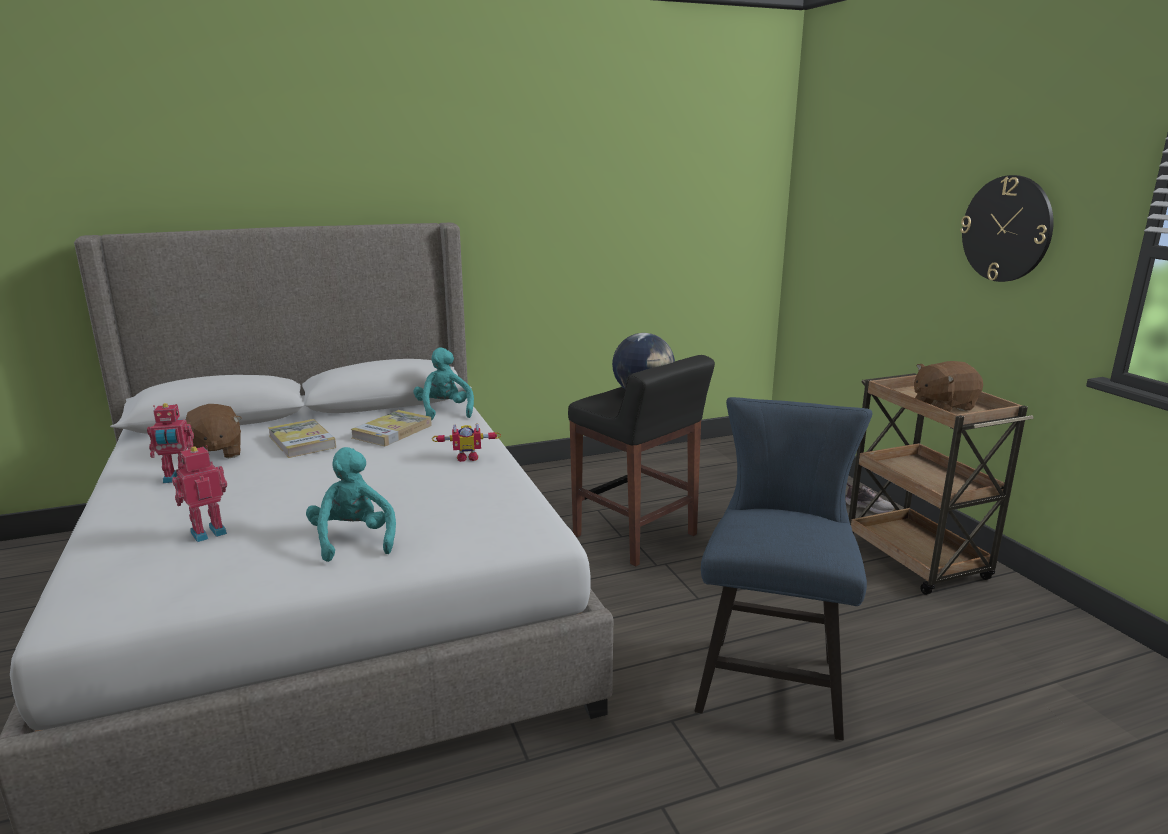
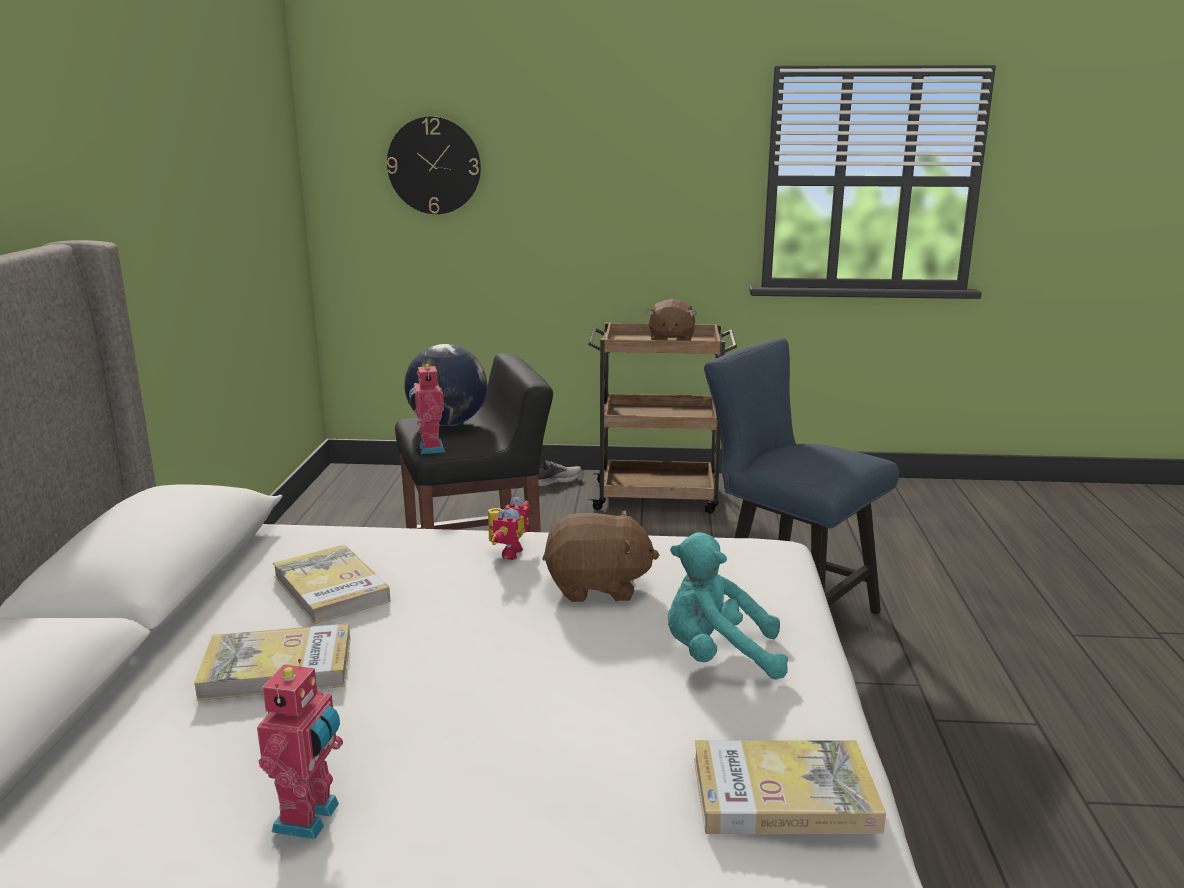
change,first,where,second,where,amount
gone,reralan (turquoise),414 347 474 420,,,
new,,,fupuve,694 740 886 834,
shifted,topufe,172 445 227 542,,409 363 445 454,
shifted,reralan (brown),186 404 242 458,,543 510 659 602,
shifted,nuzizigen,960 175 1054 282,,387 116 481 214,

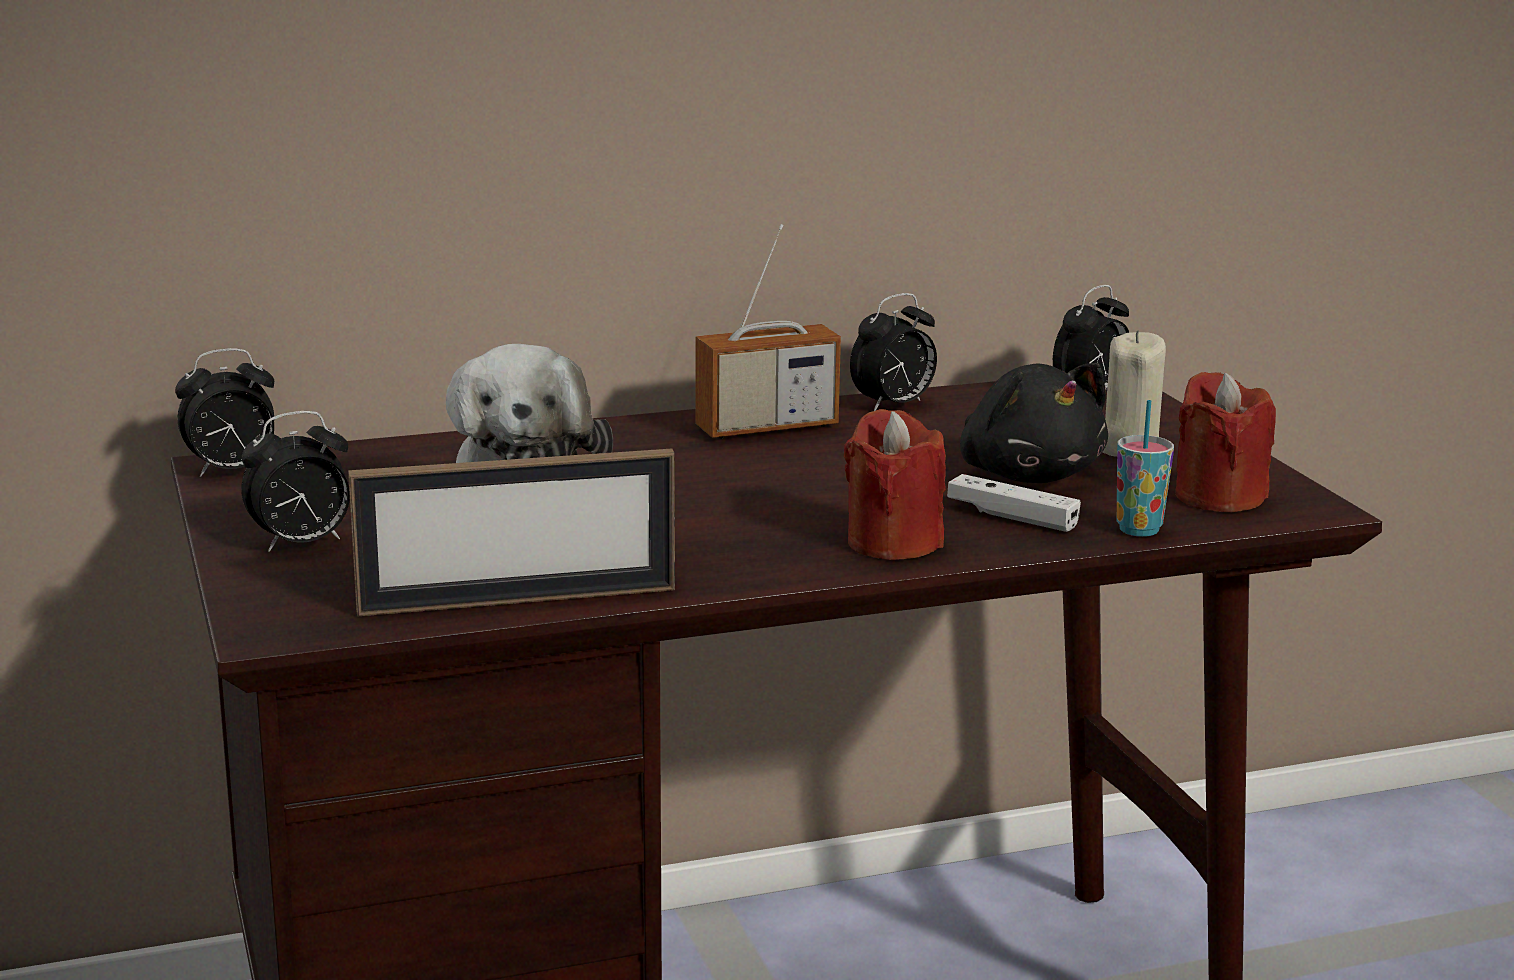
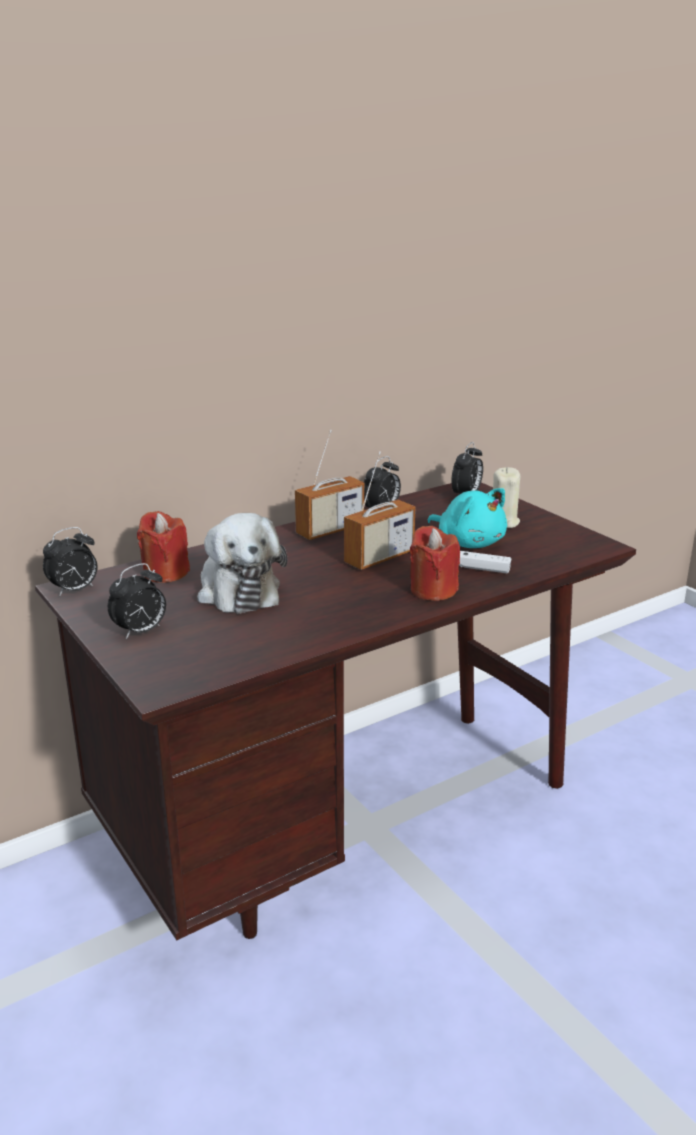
change,first,where,second,where,amount
gone,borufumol,348 449 675 617,,,
gone,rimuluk,1117 400 1174 537,,,
new,,,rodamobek,344 451 415 570,
shifted,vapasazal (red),1175 372 1276 512,,137 511 190 583,
repainted,reralan (black),960 363 1108 483,reralan (turquoise),427 488 507 548,

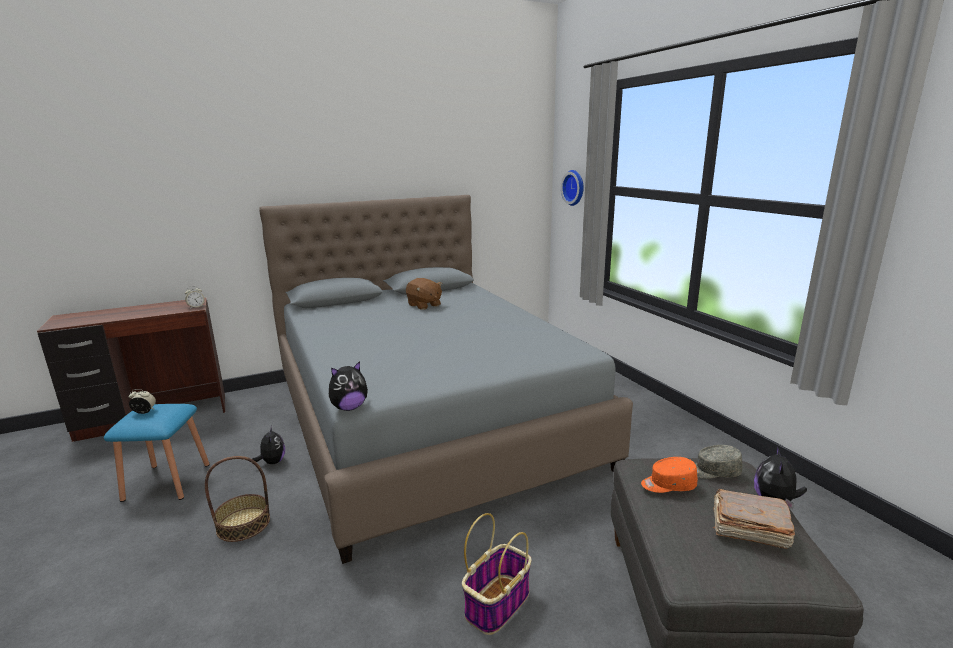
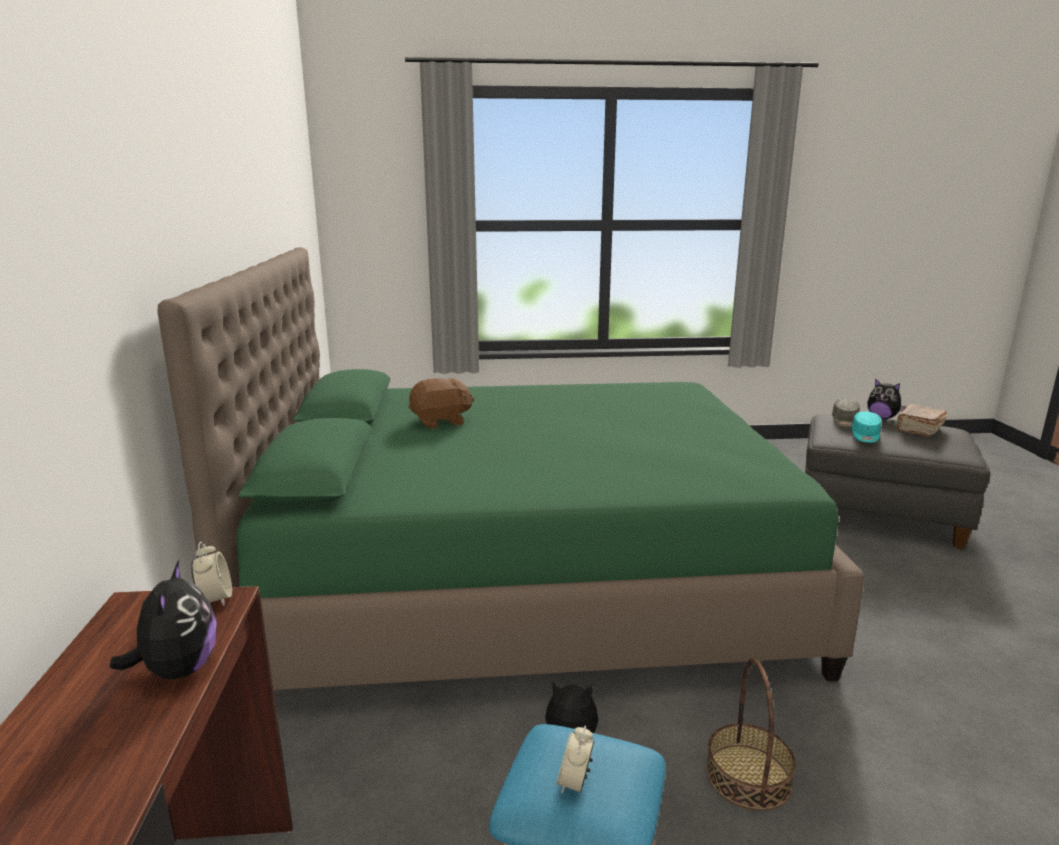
change,first,where,second,where,amount
gone,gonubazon,462 513 531 635,,,
gone,nuzizigen,561 170 584 206,,,
shifted,reralan,329 361 368 411,,110 560 217 679,
repainted,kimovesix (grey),259 195 633 564,kimovesix (green),157 247 864 690,
repainted,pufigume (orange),641 457 698 493,pufigume (turquoise),852 411 881 443,

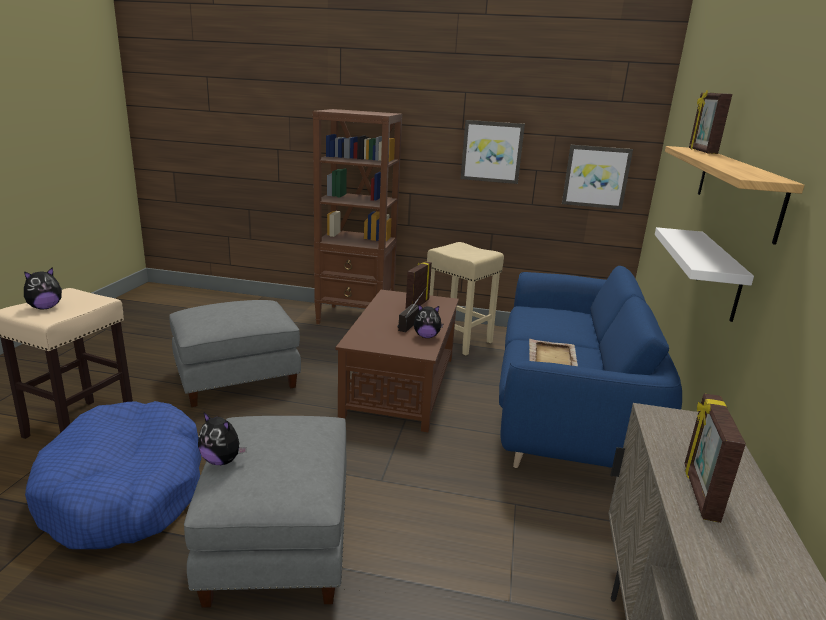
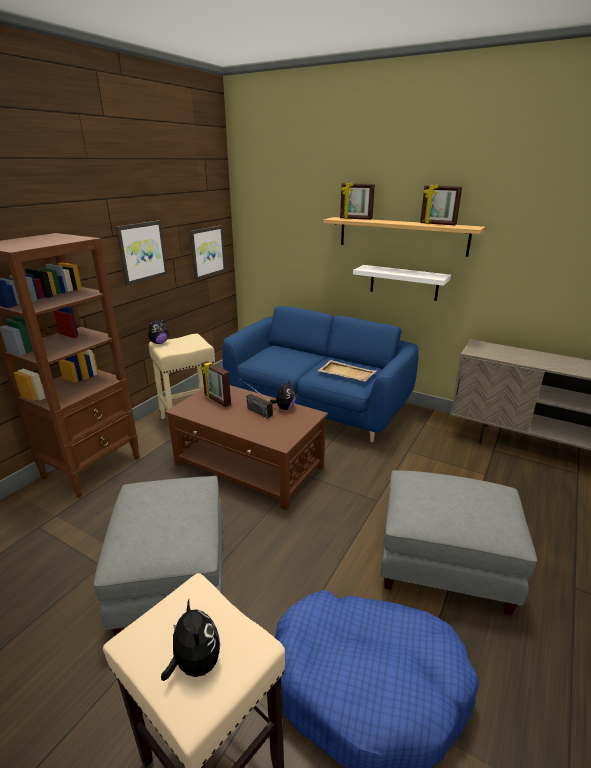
change,first,where,second,where,amount
shifted,reralan,198 412 247 465,,147 318 168 344,
shifted,borufumol,684 393 746 523,,420 184 462 225,

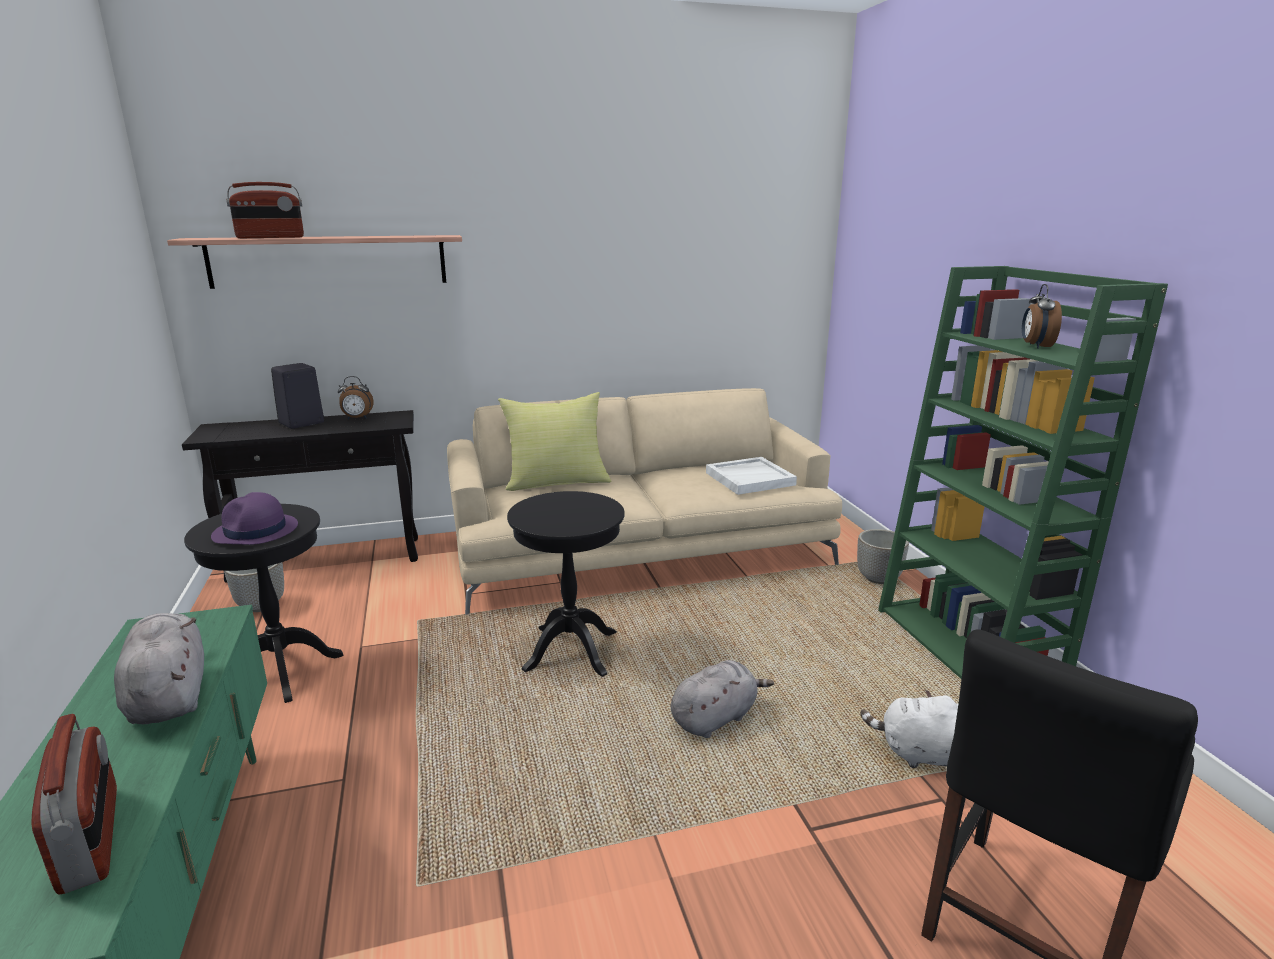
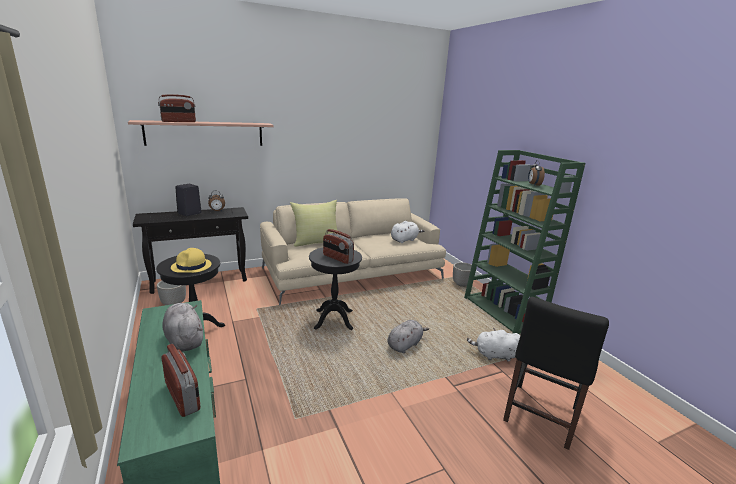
change,first,where,second,where,amount
new,,,rodamobek,323 229 354 264,
swapped,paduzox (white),706 457 797 495,reralan (white),391 221 424 243,
repainted,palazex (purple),211 492 298 545,palazex (yellow),171 248 212 273,

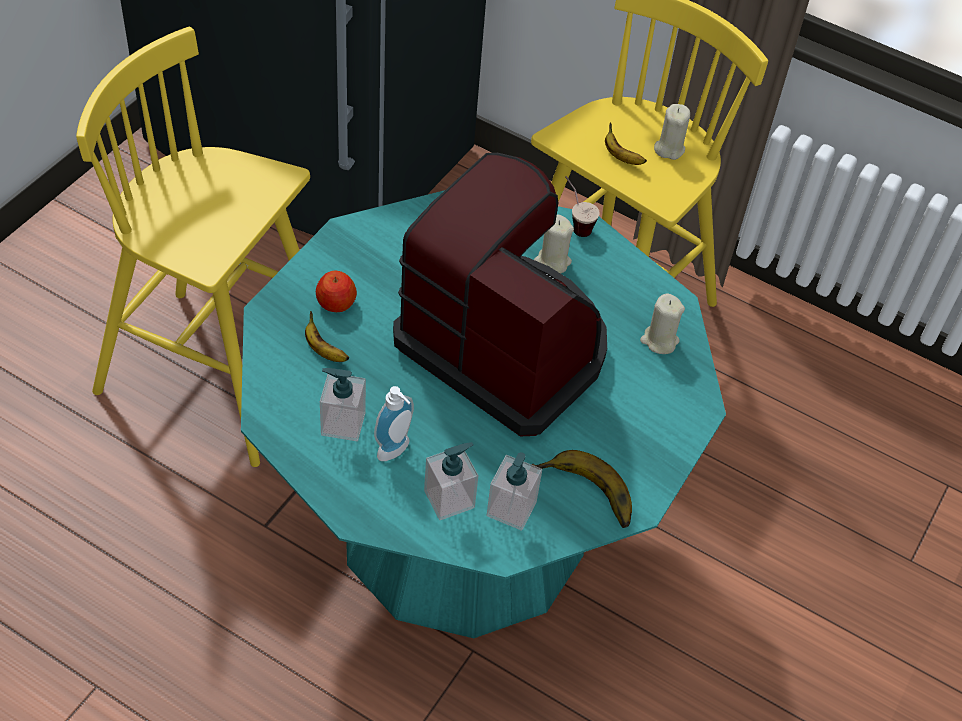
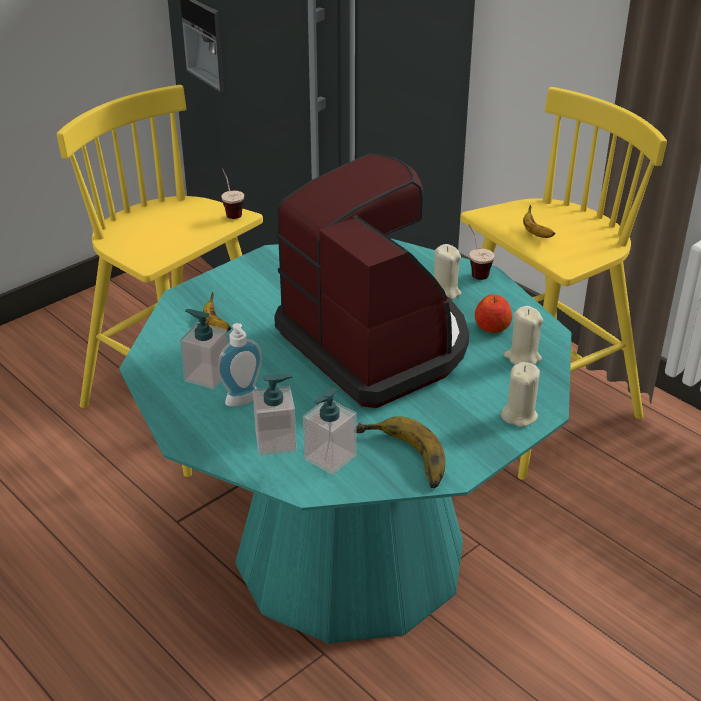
change,first,where,second,where,amount
new,,,rimuluk,221 169 244 219,
shifted,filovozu,316 270 357 312,,475 294 512 333,
shifted,vapasazal (beige),654 104 690 160,,501 362 540 427,

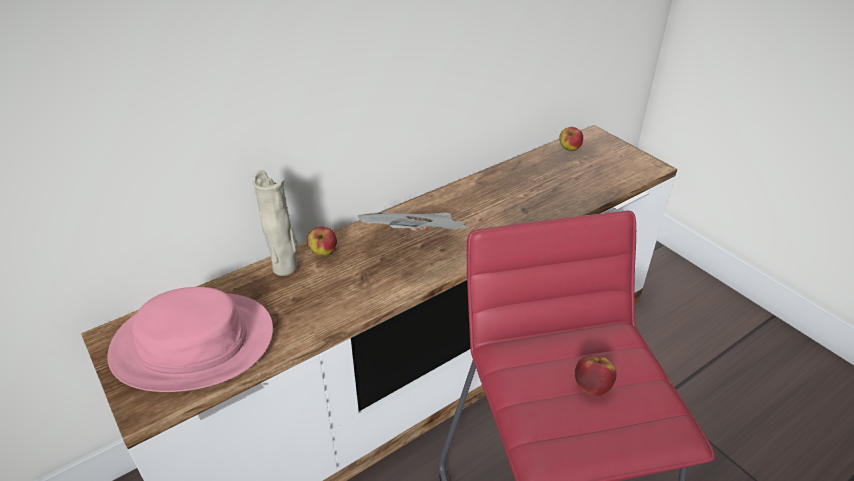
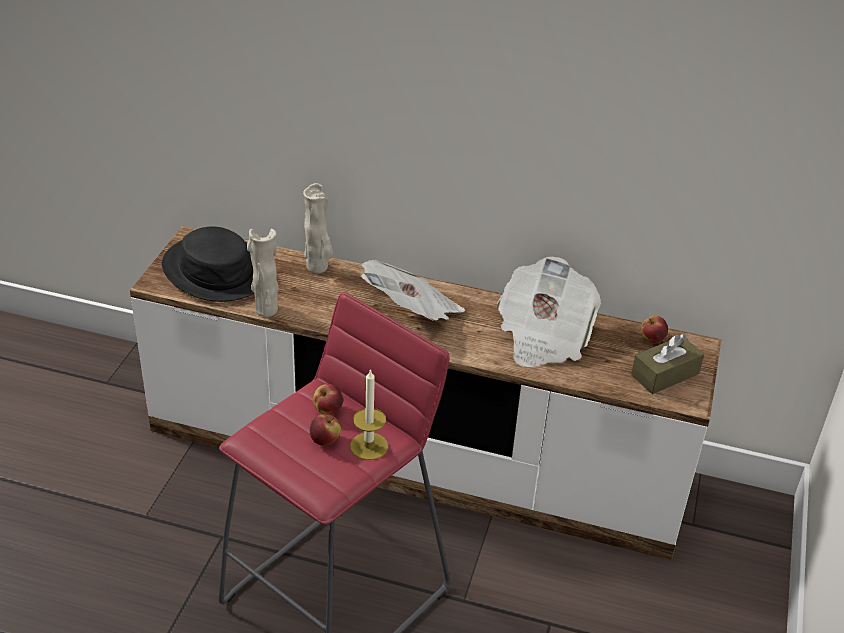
change,first,where,second,where,amount
new,,,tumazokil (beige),247 229 279 317,
new,,,vapasazal,350 369 388 460,
new,,,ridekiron,497 257 601 367,
new,,,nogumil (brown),631 334 704 394,
shifted,filovozu,307 227 337 255,,313 384 343 415,
repainted,palazex (pink),108 287 273 392,palazex (black),162 226 254 302,

